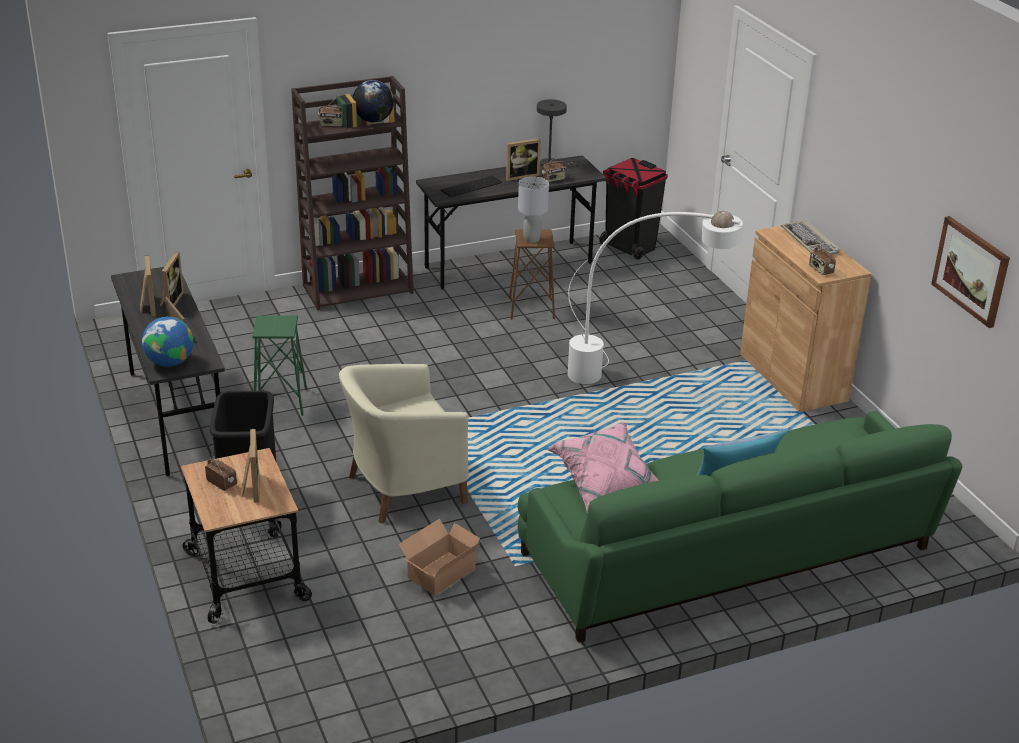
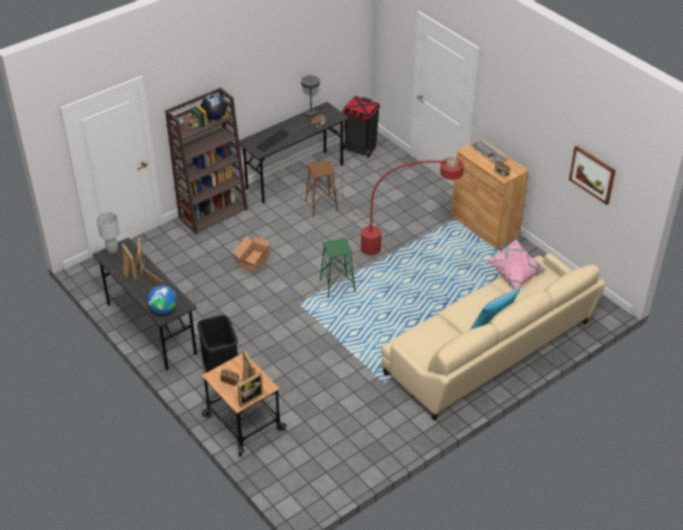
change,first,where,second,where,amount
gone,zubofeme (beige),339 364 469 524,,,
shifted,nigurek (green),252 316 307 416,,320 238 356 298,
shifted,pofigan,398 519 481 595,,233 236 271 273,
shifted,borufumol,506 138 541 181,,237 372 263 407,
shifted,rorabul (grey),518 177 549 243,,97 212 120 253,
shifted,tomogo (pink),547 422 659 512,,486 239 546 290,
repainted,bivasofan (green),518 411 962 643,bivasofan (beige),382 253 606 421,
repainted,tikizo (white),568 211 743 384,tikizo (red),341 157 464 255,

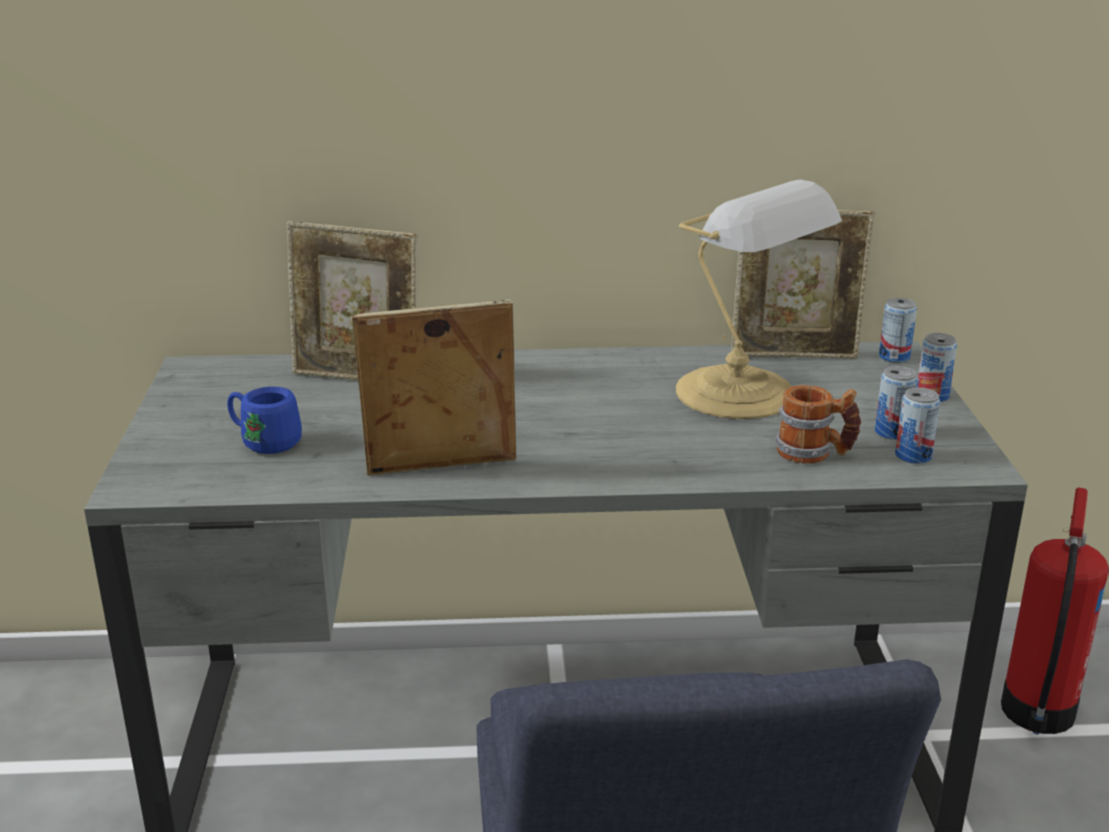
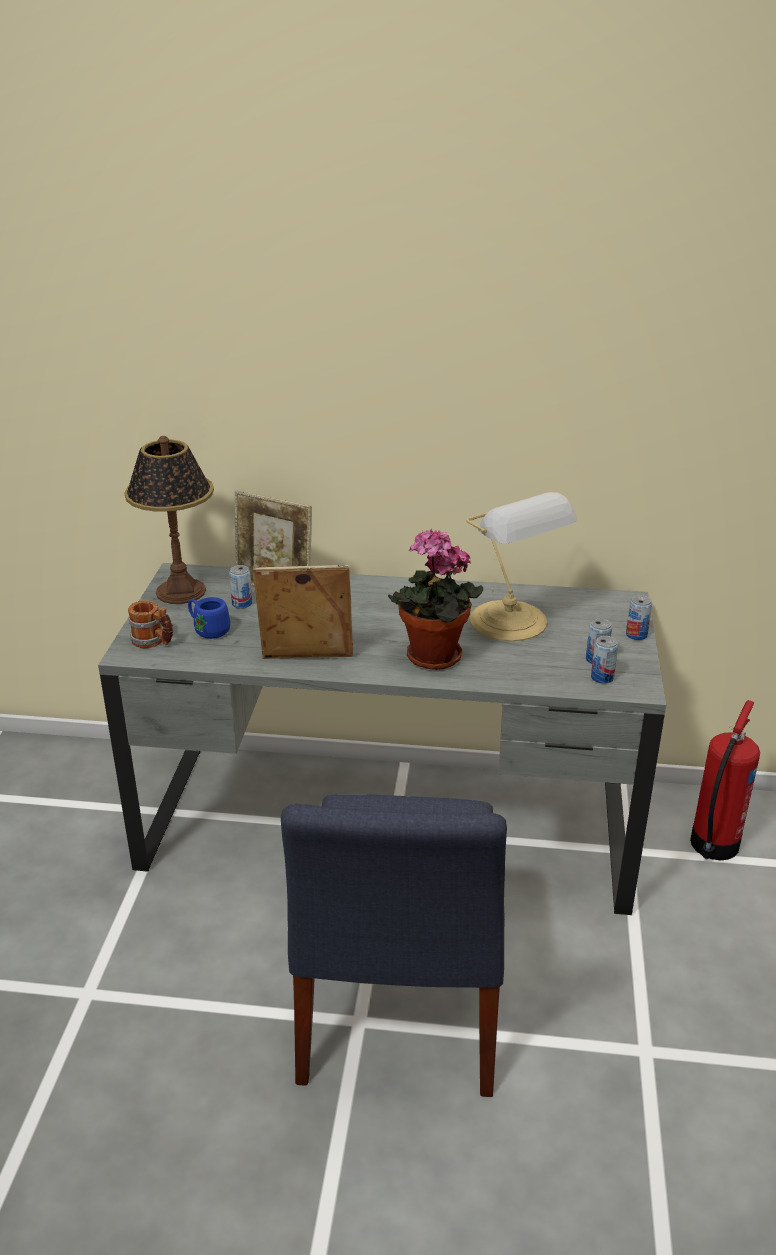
change,first,where,second,where,amount
gone,borufumol,731 210 875 359,,,
new,,,rorabul,124 436 214 604,
new,,,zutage,388 529 483 670,
shifted,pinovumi,775 385 861 464,,128 600 173 648,
shifted,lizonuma,879 298 917 363,,229 565 252 609,

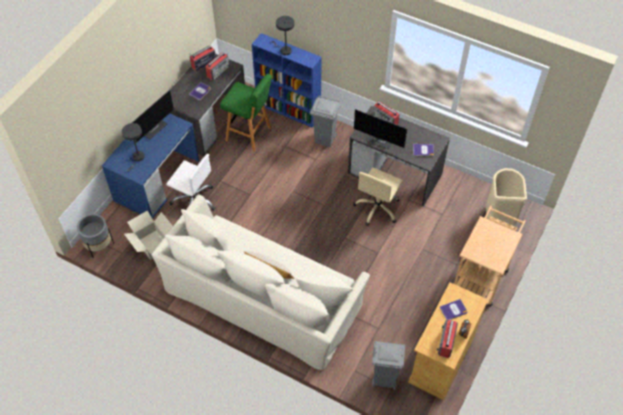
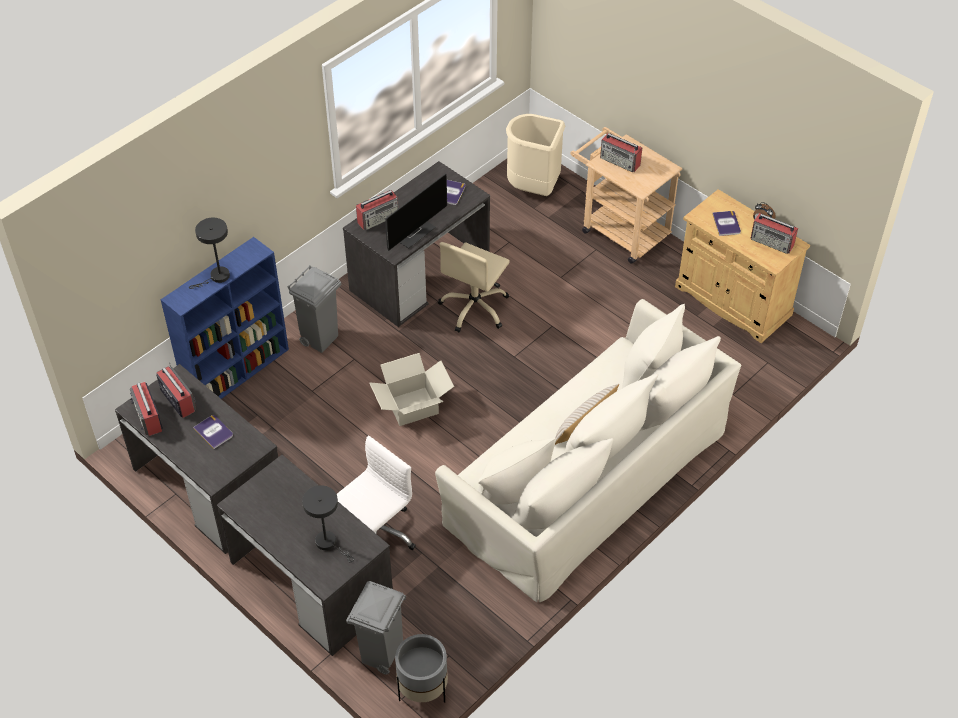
change,first,where,second,where,amount
gone,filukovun,132 90 174 143,,,
gone,nigurek (green),220 74 272 152,,,
new,,,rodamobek,600 133 642 172,
shifted,pofigan,124 211 173 260,,369 353 454 426,
shifted,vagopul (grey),372 341 405 390,,346 581 406 675,
repainted,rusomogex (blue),102 113 199 219,rusomogex (grey),217 455 393 656,
rotated,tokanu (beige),353 167 403 226,,438 242 510 332,75 degrees clockwise

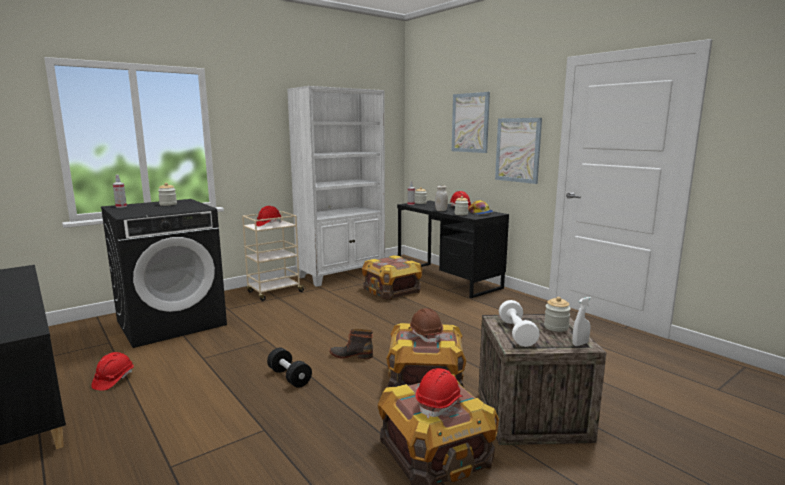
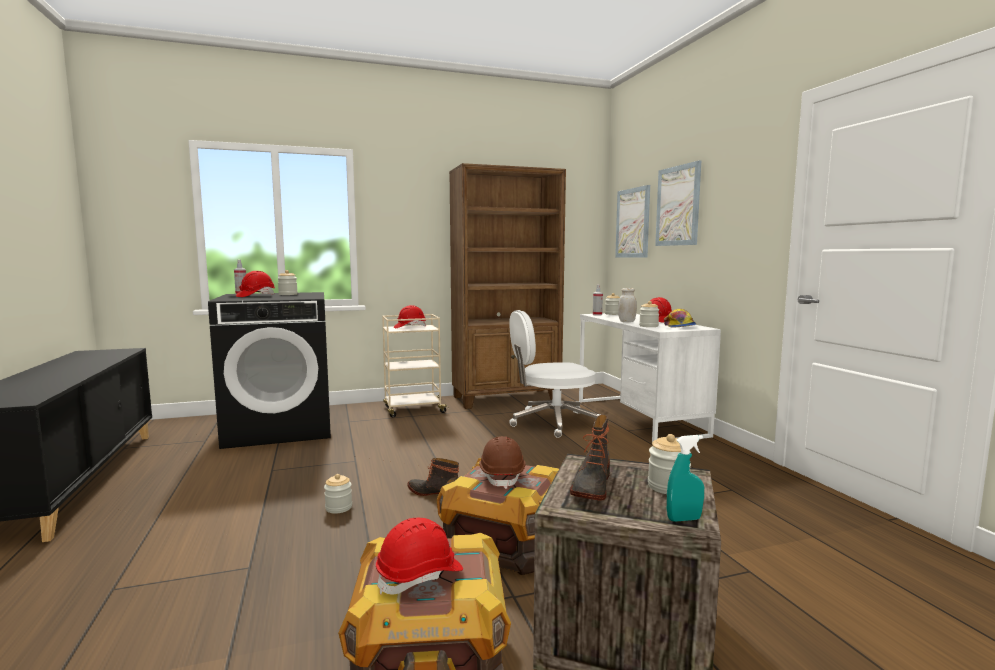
change,first,where,second,where,amount
shifted,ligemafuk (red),91 352 134 391,,236 271 275 297,
shifted,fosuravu,495 118 542 184,,615 185 650 258,
swapped,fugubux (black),267 348 312 388,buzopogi,324 474 352 514,
swapped,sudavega,362 255 422 300,tokanu (white),509 310 600 438,
swapped,fugubux (white),499 300 540 347,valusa,570 415 610 501,
repainted,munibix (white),287 86 385 287,munibix (brown),449 163 566 409,
repainted,rusomogex (black),397 201 509 298,rusomogex (white),579 313 721 442,
repainted,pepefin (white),572 297 591 346,pepefin (turquoise),667 435 704 522,

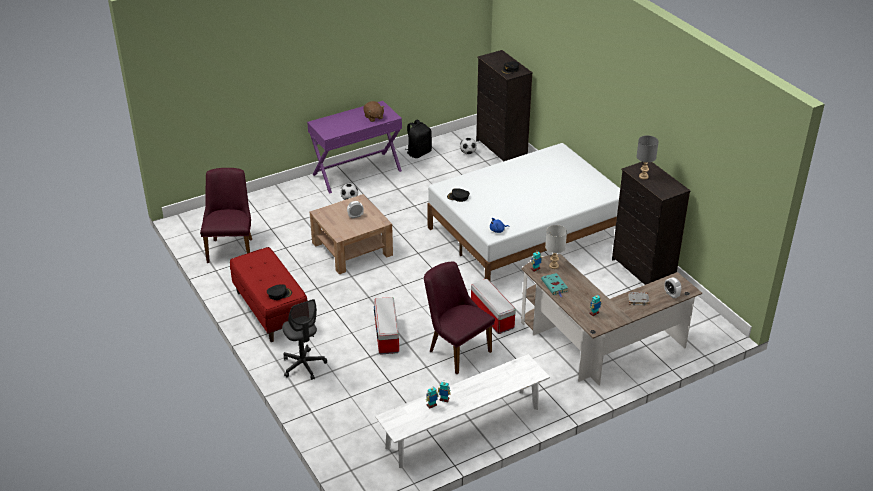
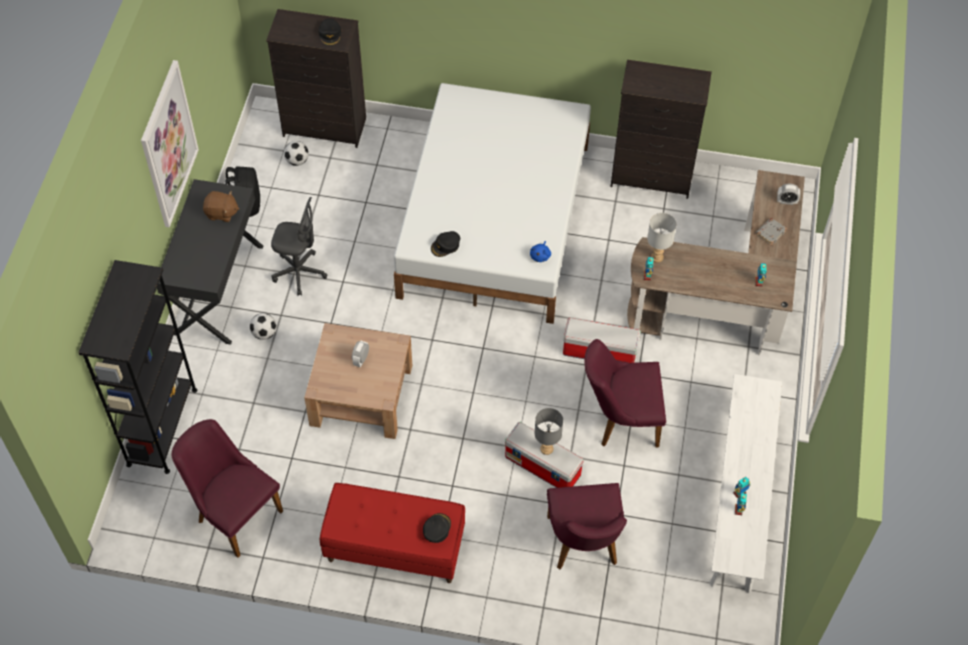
change,first,where,second,where,amount
gone,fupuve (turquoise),541 273 568 297,,,
new,,,munibix (black),78 260 197 474,
new,,,fosuravu,141 60 199 227,
new,,,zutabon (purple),547 483 627 570,
shifted,tokanu (grey),282 299 327 380,,271 197 327 296,
shifted,rorabul (grey),636 135 659 179,,534 408 563 455,
repainted,rusomogex (purple),307 101 402 193,rusomogex (black),157 179 263 345,

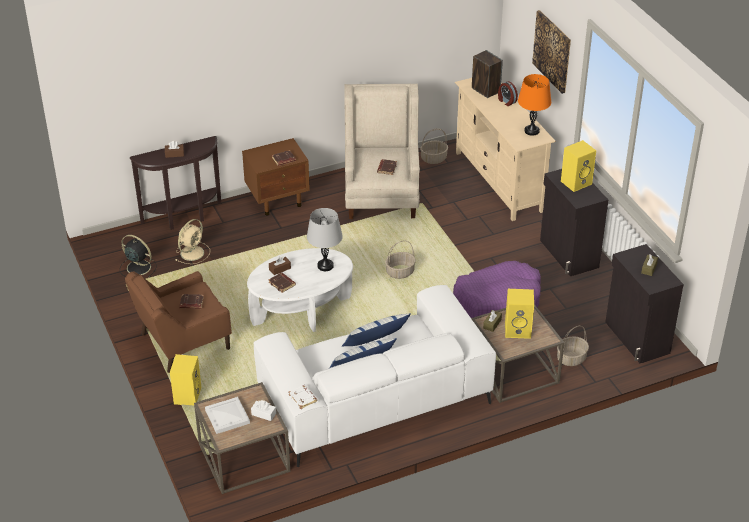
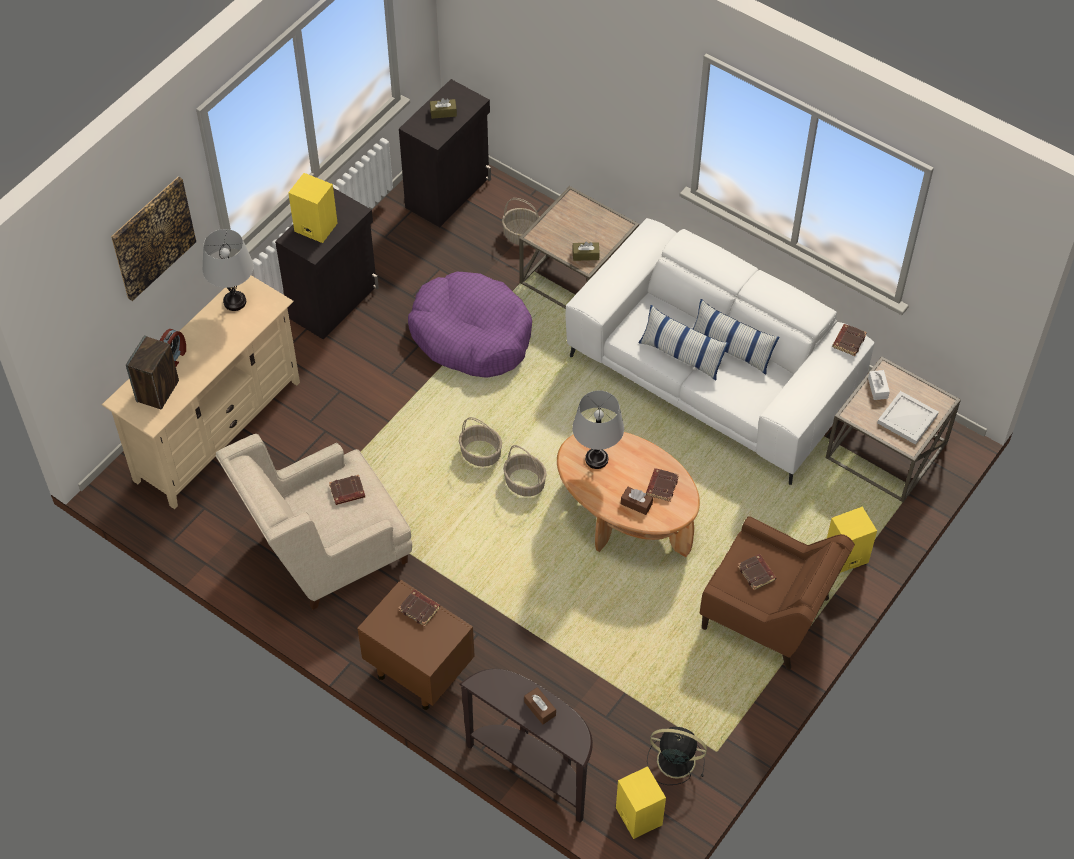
change,first,where,second,where,amount
gone,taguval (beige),176 219 210 264,,,
shifted,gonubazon,420 128 448 164,,503 445 547 497,
shifted,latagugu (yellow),505 289 534 339,,616 766 666 839,
repainted,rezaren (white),247 248 353 332,rezaren (brown),557 432 700 557,
repainted,fupuve (white),288 385 318 409,fupuve (brown),832 324 867 356,
repainted,rorabul (orange),518 74 551 136,rorabul (grey),202 229 254 311,
rotated,taguval (black),120 235 157 277,,647 727 707 785,105 degrees clockwise

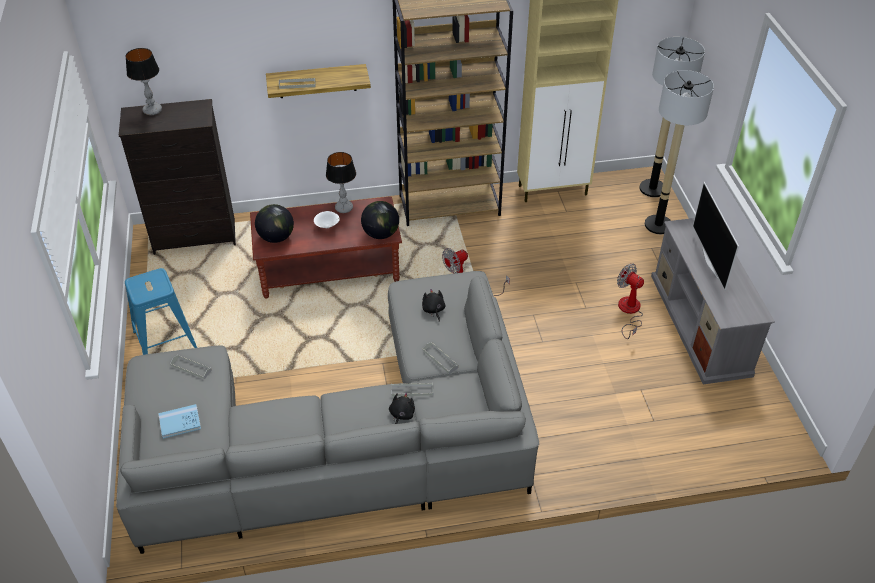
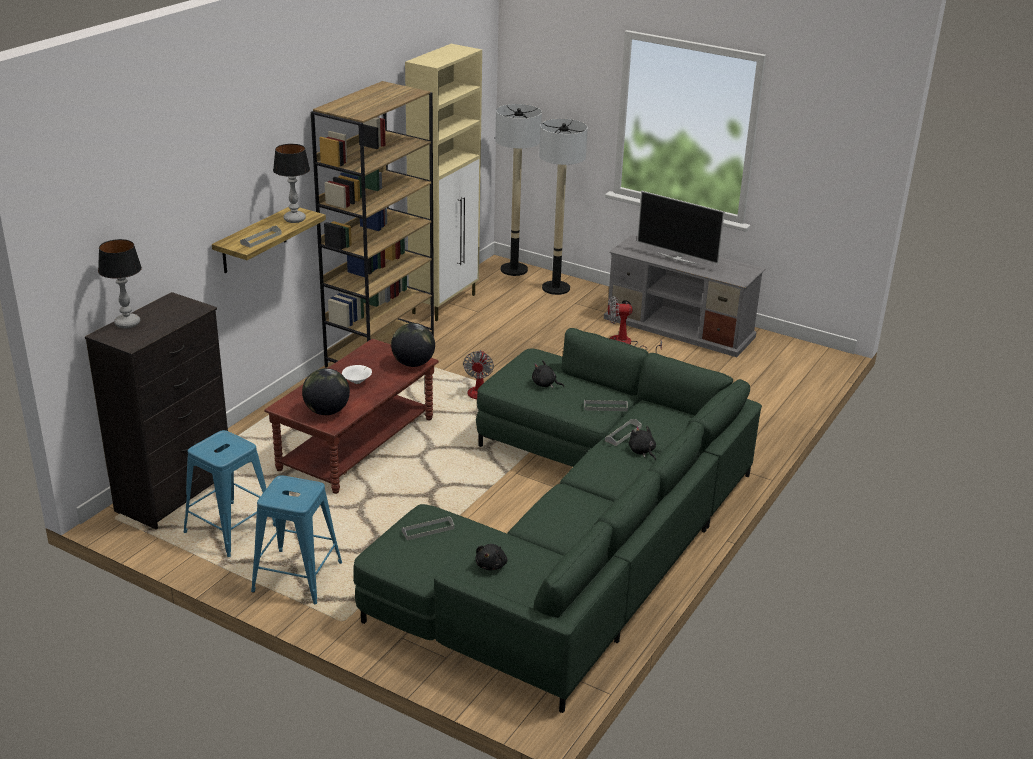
change,first,where,second,where,amount
new,,,nigurek (blue),184 430 276 557,
shifted,rorabul,326 152 356 213,,273 144 310 223,
swapped,fupuve (blue),158 404 201 439,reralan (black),475 544 507 570,
repainted,bivasofan (grey),116 271 539 554,bivasofan (green),353 328 762 713,

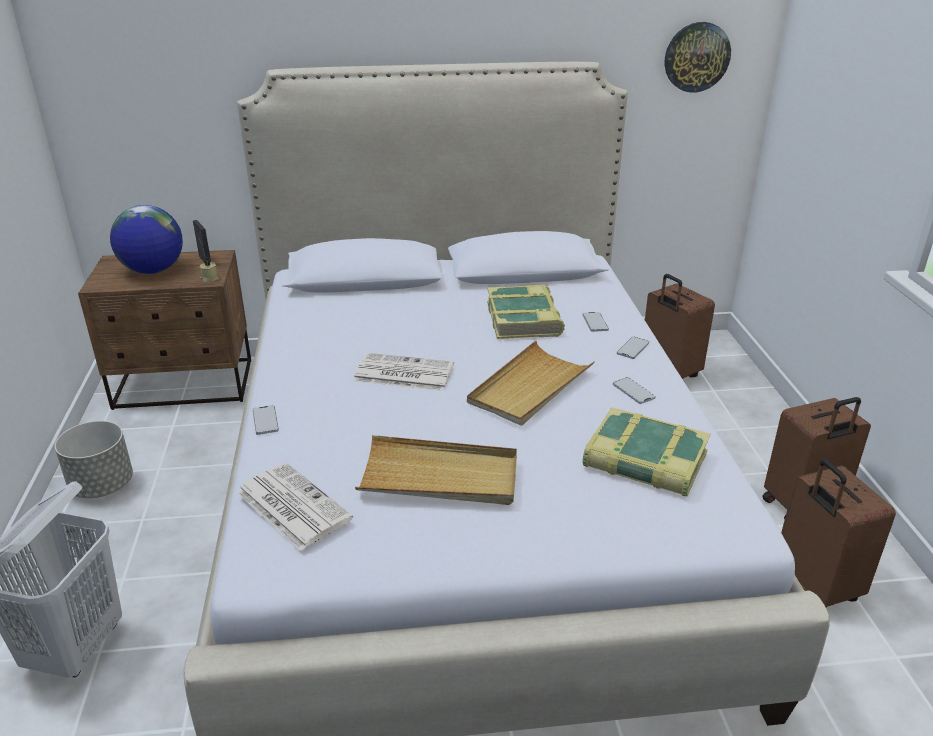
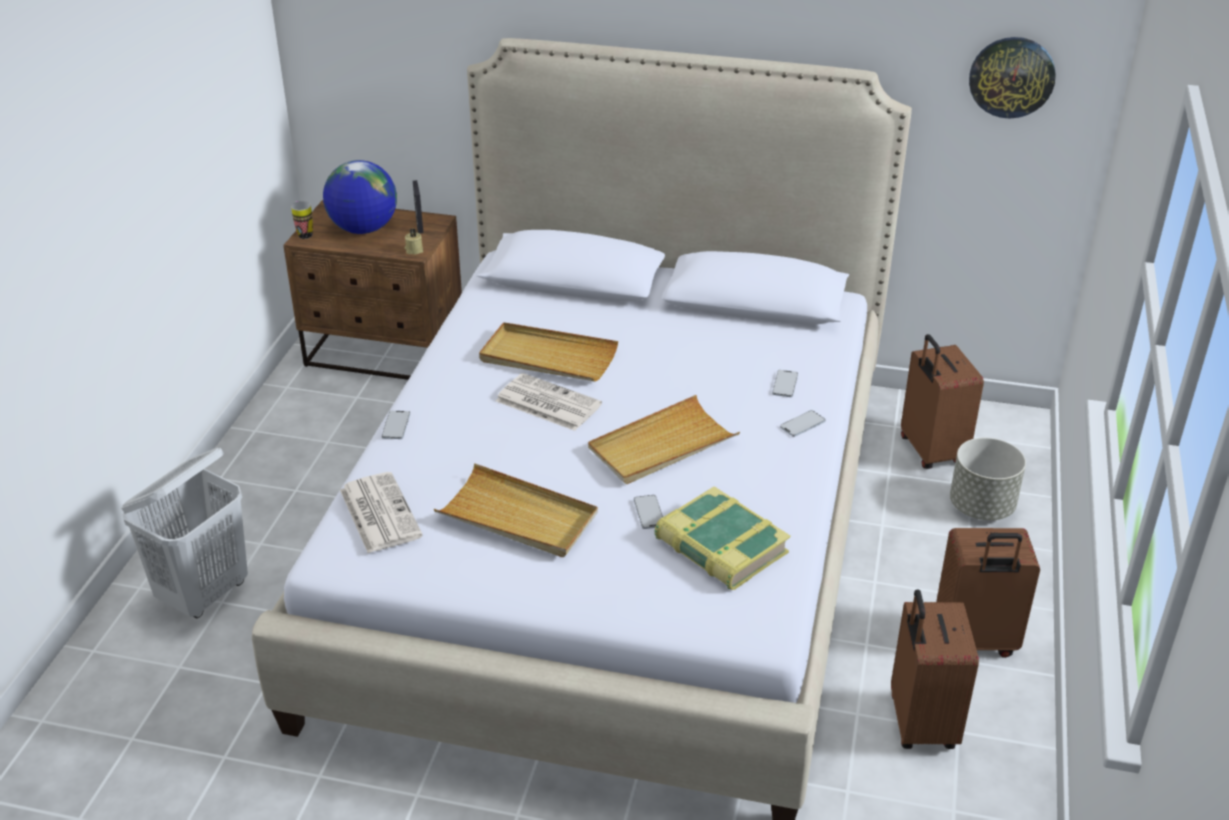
change,first,where,second,where,amount
gone,fupuve,487 284 565 339,,,
new,,,pinovumi,291 201 313 239,
new,,,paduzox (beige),479 322 618 382,
shifted,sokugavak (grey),55 421 133 498,,950 438 1026 520,
shifted,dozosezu,613 377 656 404,,634 495 663 529,

